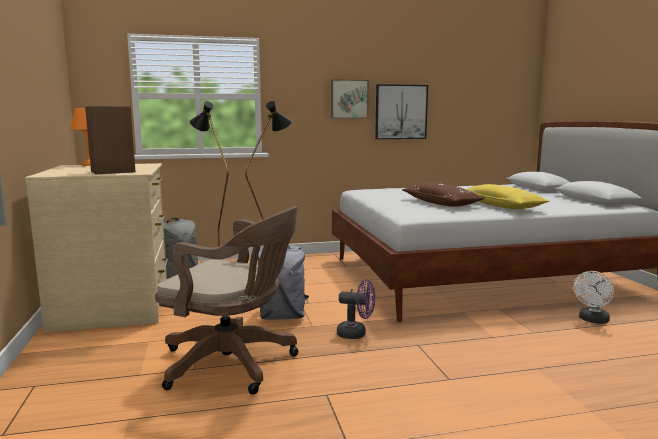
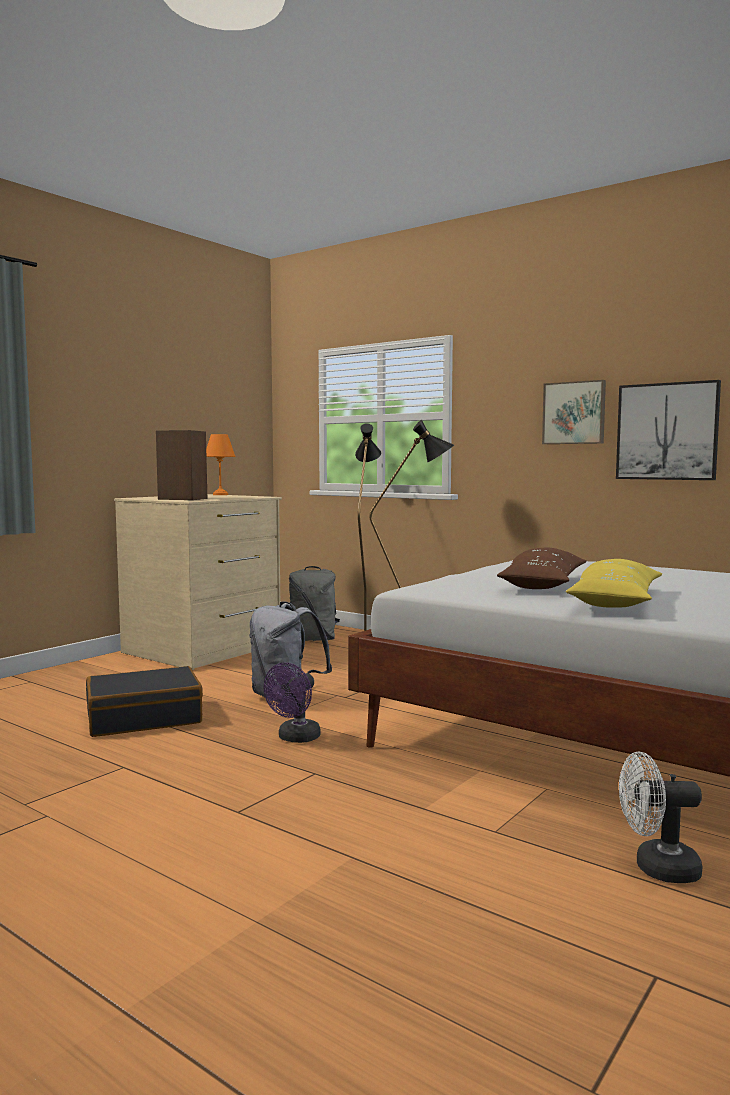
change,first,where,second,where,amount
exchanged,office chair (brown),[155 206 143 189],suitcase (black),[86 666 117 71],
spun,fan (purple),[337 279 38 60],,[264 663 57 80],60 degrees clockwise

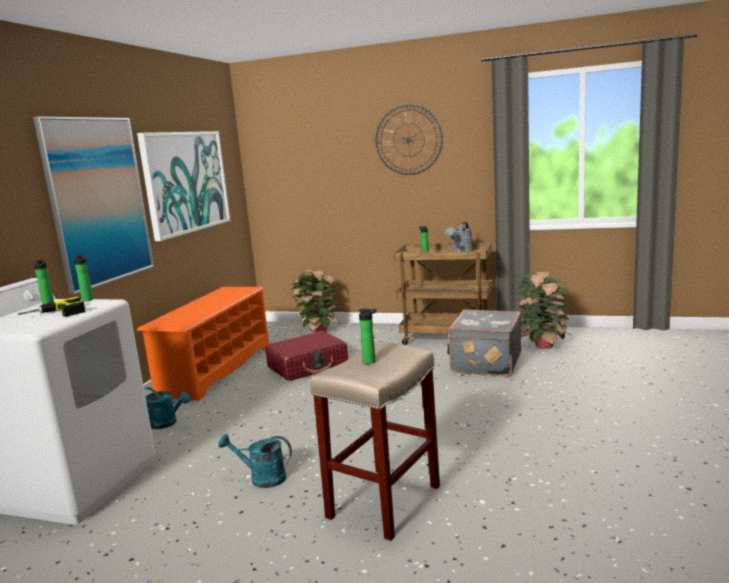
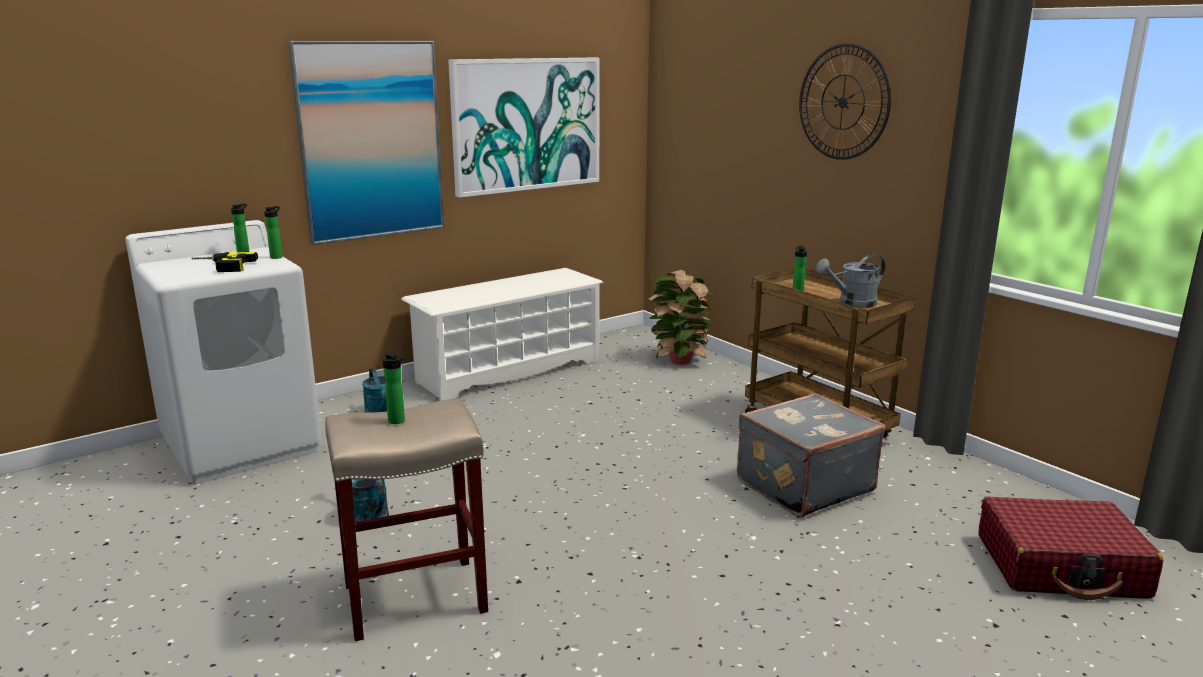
change,first,where,second,where,amount
missing,potted plant,[517 272 53 77],,,
relocated,suitcase (red),[265 331 83 50],,[978 496 186 104],
colour,shoe rack (orange),[137 287 132 114],shoe rack (white),[401 268 202 133],

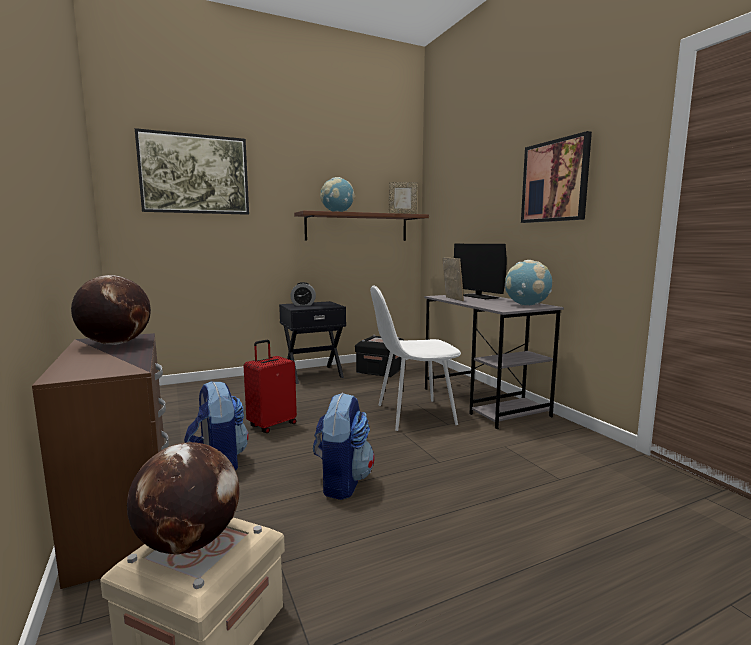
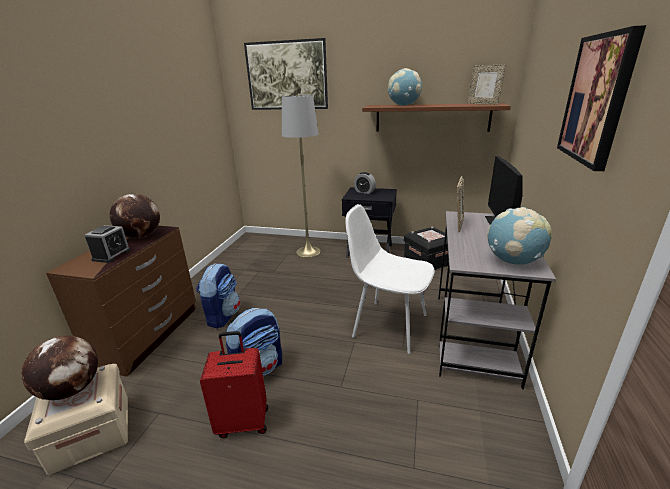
change,first,where,second,where,amount
appeared,,,alarm clock,[85 225 46 38],
appeared,,,floor lamp (grey),[282 95 39 163],
relocated,suitcase (red),[244 340 53 93],,[200 331 68 107],

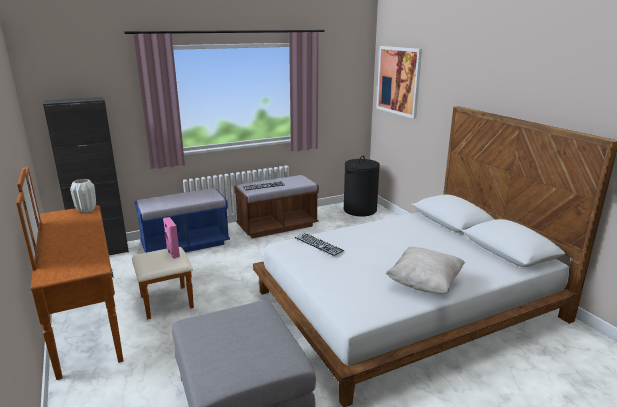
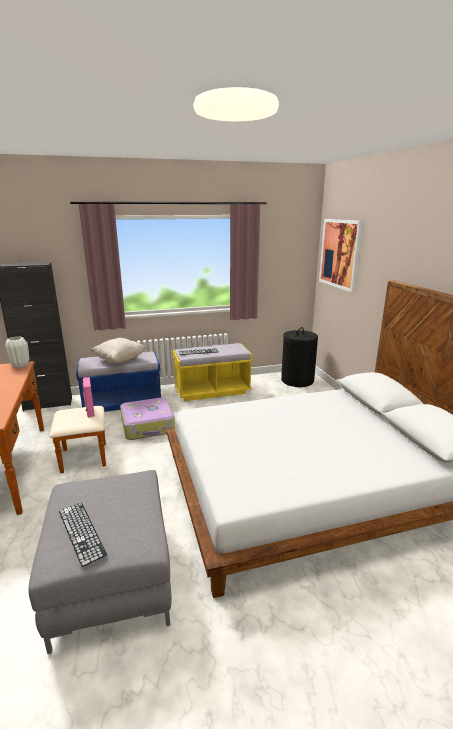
change,first,where,second,where,amount
appeared,,,suitcase,[120 397 55 43],
relocated,keyboard,[295 233 49 23],,[59 503 48 64],
relocated,pillow (beige),[386 247 79 47],,[91 338 56 25],
colour,bench (brown),[234 175 85 64],bench (yellow),[173 343 79 58],

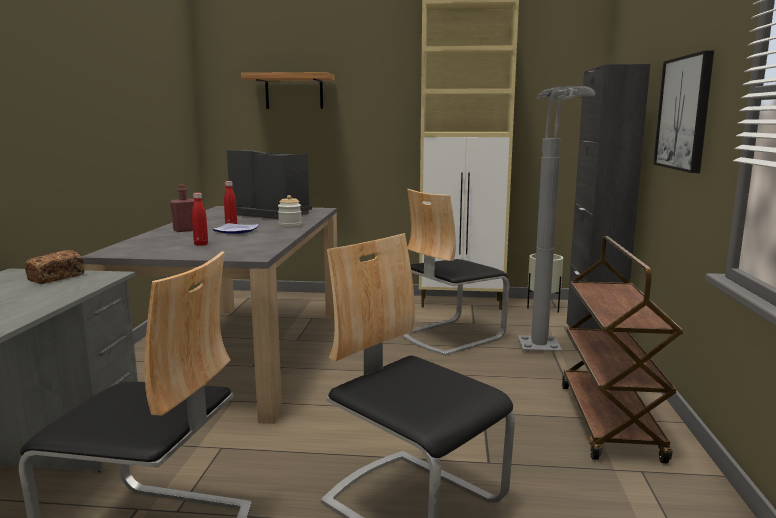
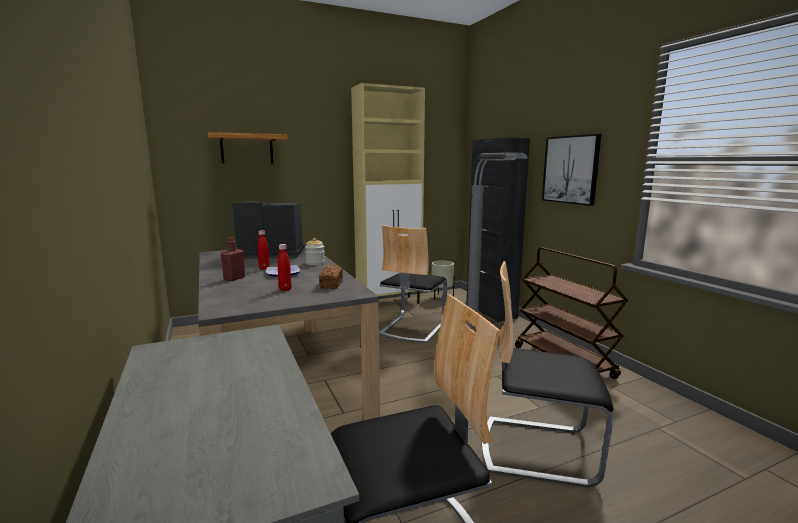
change,first,where,second,where,amount
relocated,bread,[25 250 60 34],,[319 265 24 24],

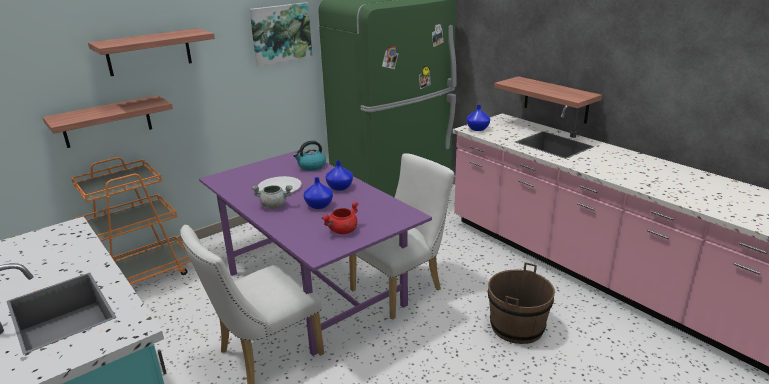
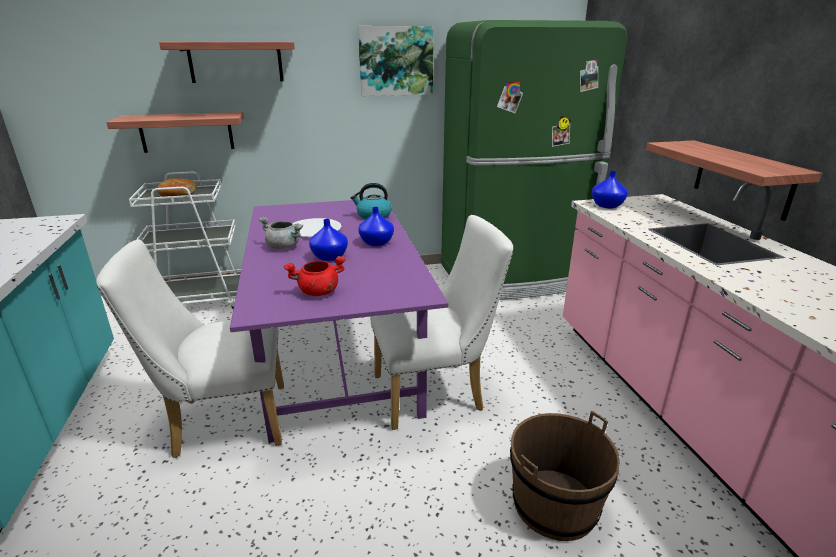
change,first,where,second,where,amount
appeared,,,bread,[157 178 40 19],
colour,cart (orange),[71 157 120 128],cart (white),[129 172 112 137],

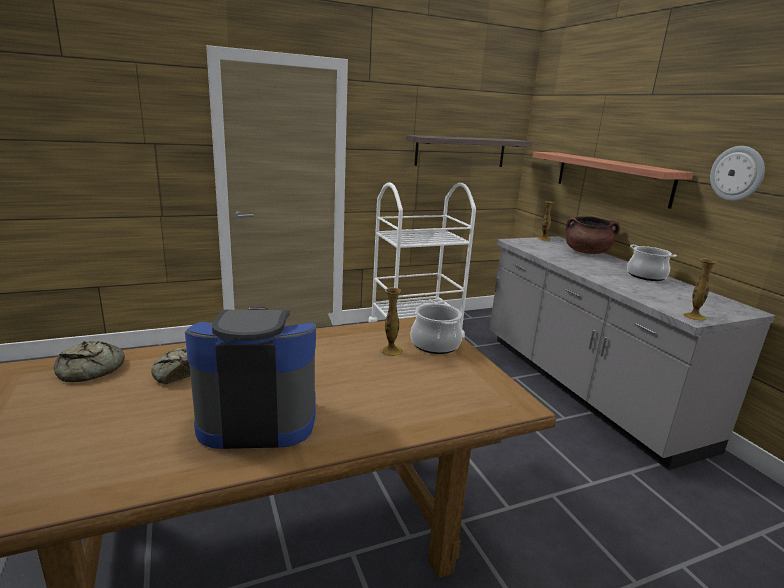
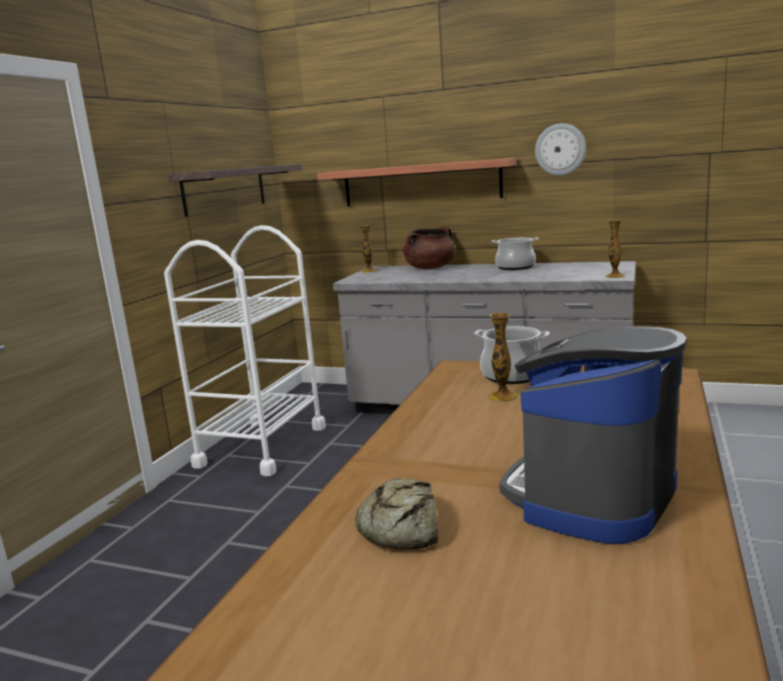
change,first,where,second,where,amount
missing,bread,[54 341 71 41],,,

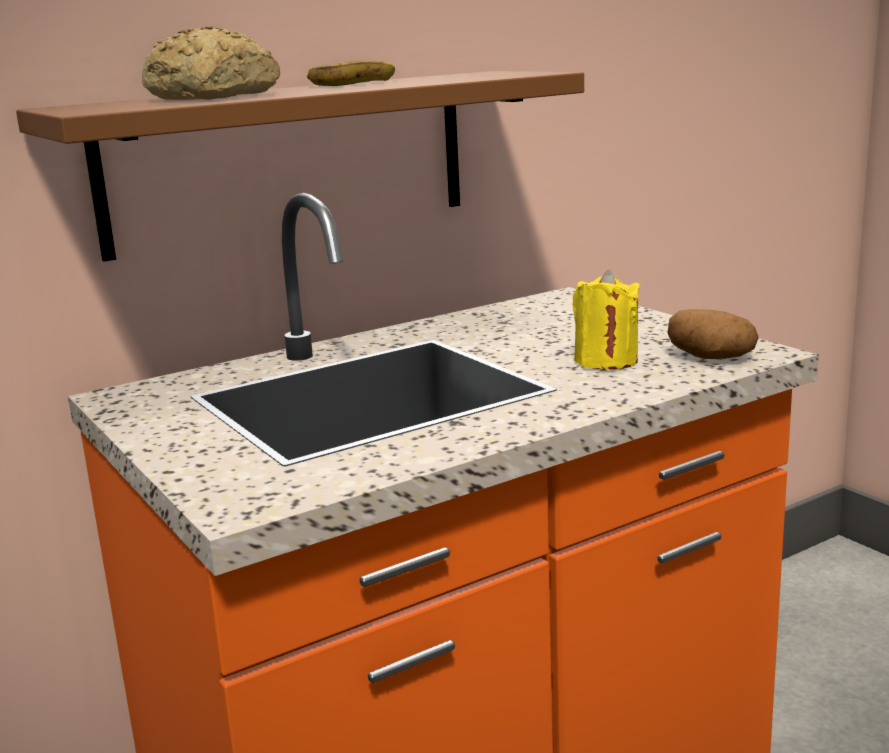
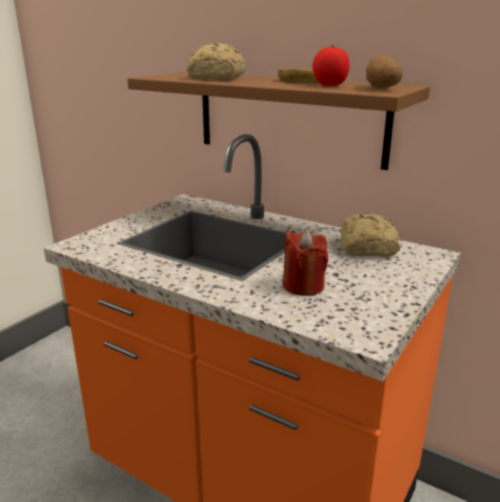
change,first,where,second,where,amount
appeared,,,tomato,[312 45 37 41],
appeared,,,bread,[341 213 59 44],
relocated,potato,[667 309 91 50],,[366 56 36 33],
colour,candle (yellow),[573 270 67 100],candle (red),[283 230 45 66],

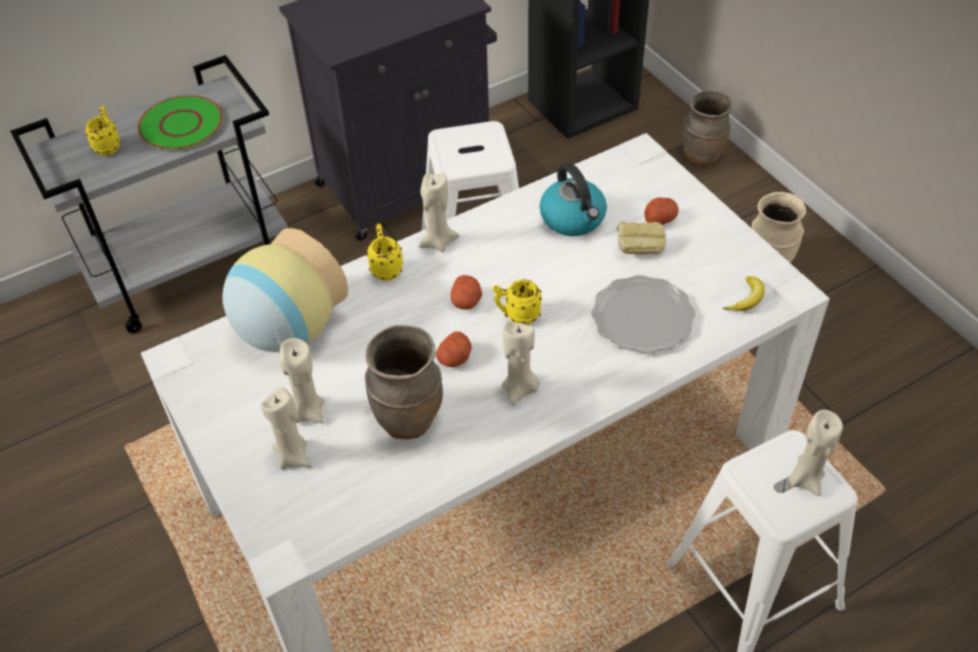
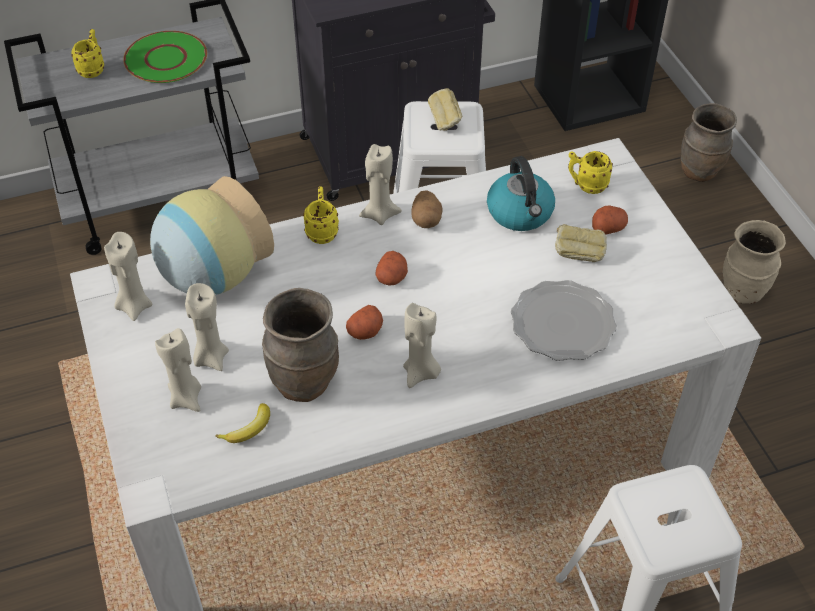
change,first,where,second,where,amount
appeared,,,potato,[411 190 32 38],
appeared,,,bread,[428 88 34 42],
relocated,mug (yellow),[492 279 50 46],,[568 151 45 43],
relocated,banana,[723 277 42 34],,[215 403 55 40],
relocated,candle (beige),[789 410 54 86],,[104 232 48 89],

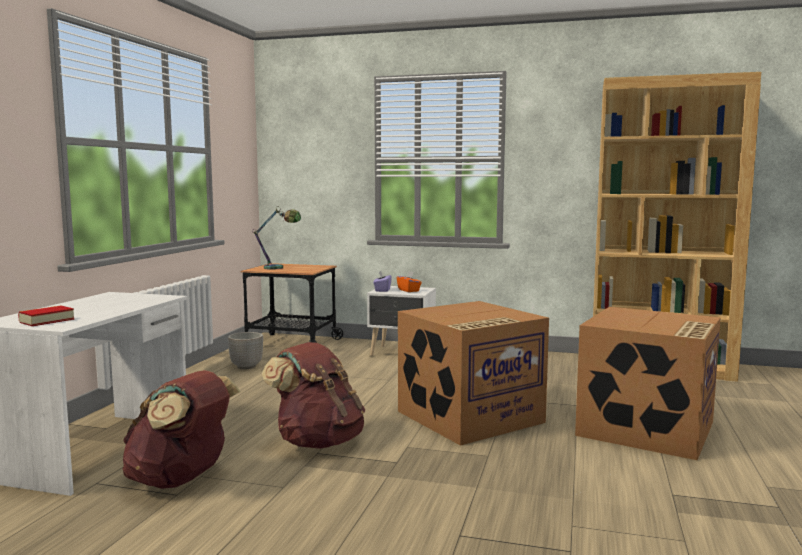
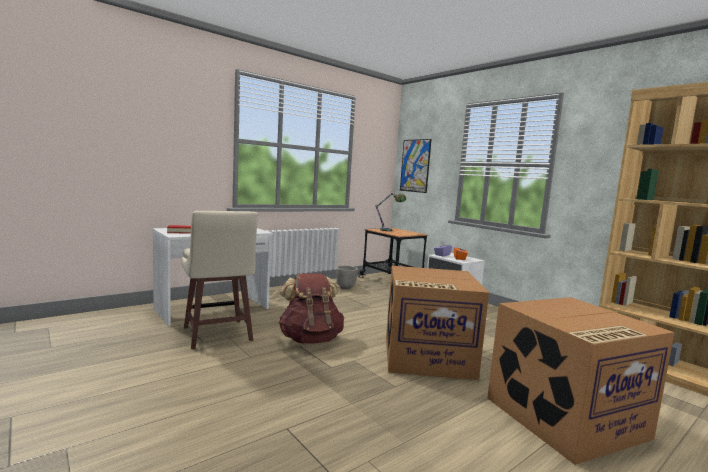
change,first,where,second,where,amount
appeared,,,picture,[400 139 31 54],
exchanged,backpack (brown),[122 370 118 119],stool (beige),[181 211 77 138],

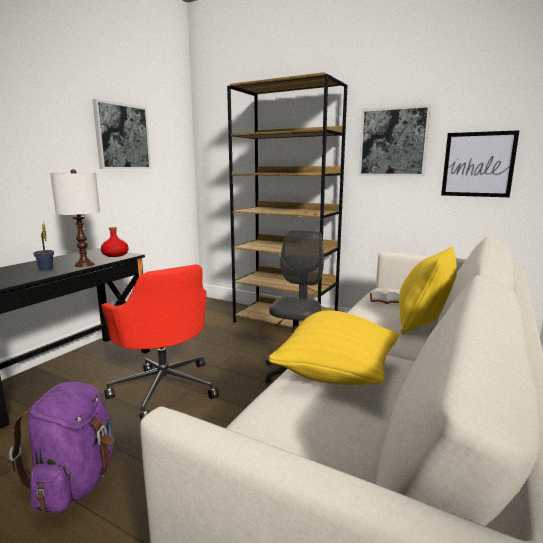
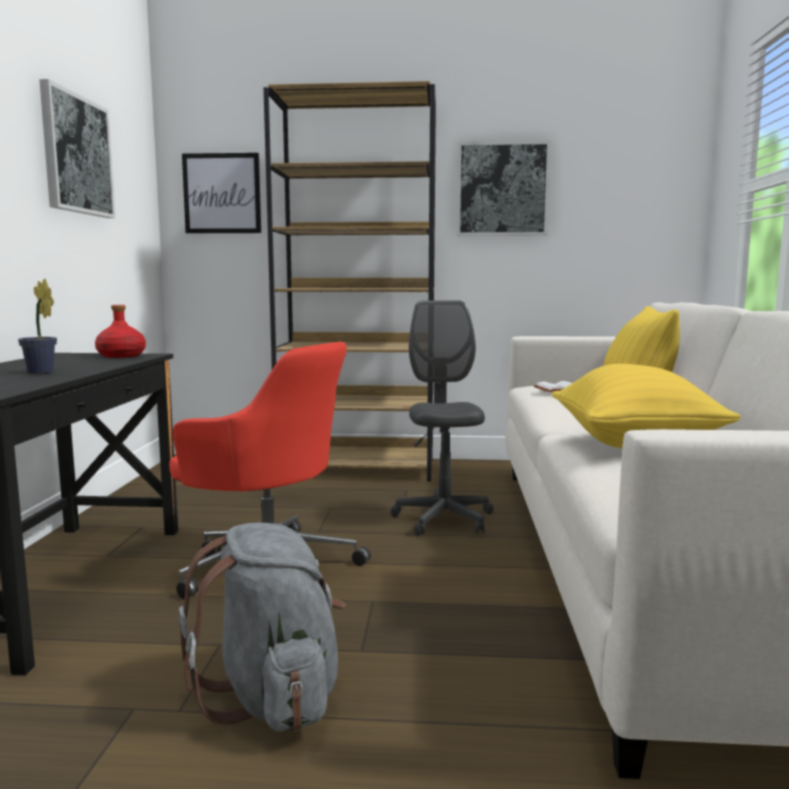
change,first,where,second,where,amount
missing,table lamp (white),[50 169 50 98],,,
relocated,picture,[441 130 78 67],,[182 153 79 80],
colour,backpack (purple),[9 382 106 132],backpack (grey),[179 523 166 208],

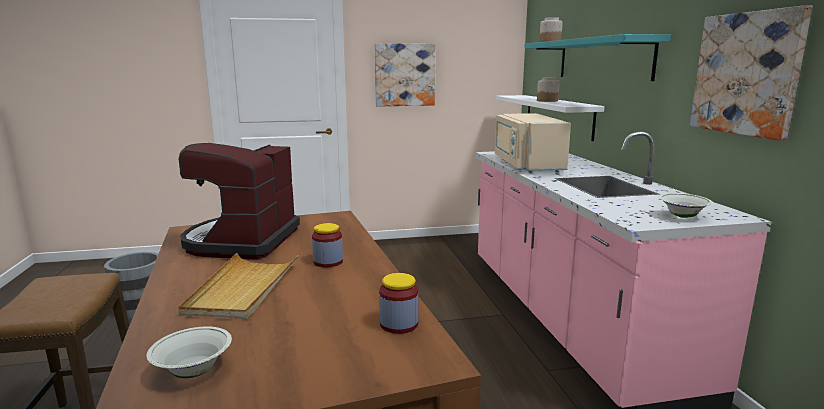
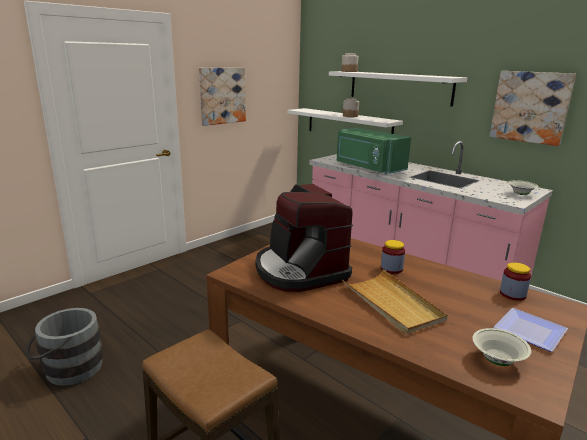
change,first,where,second,where,amount
appeared,,,plate,[493 308 75 44],
colour,microwave (beige),[495 113 76 60],microwave (green),[337 128 74 47],
colour,shelf (turquoise),[524 34 147 47],shelf (white),[329 71 138 36],

